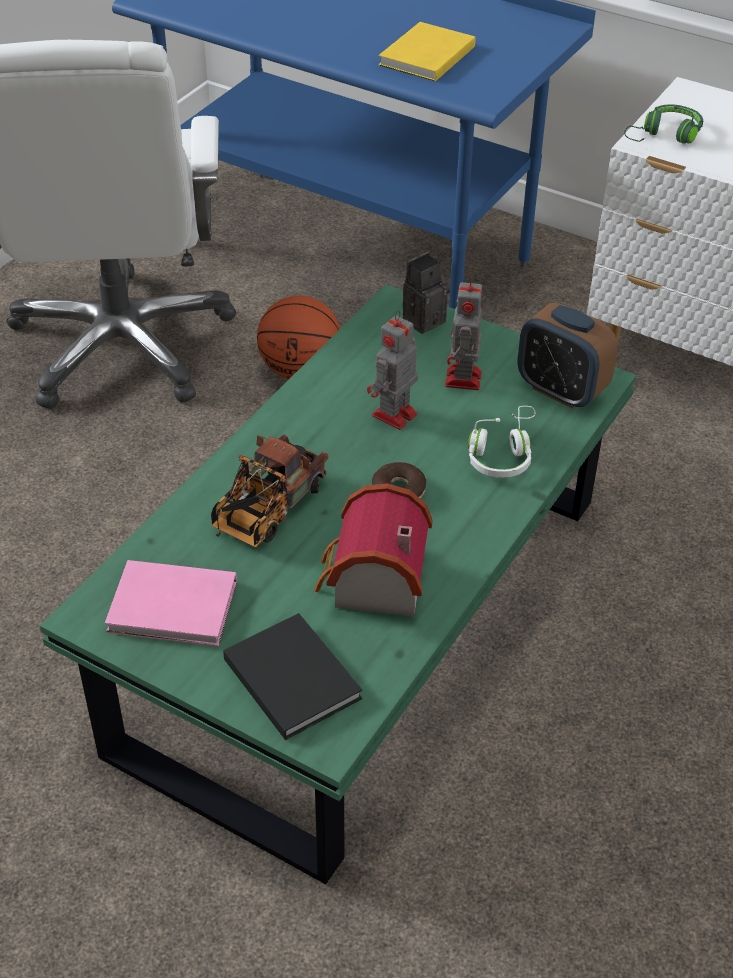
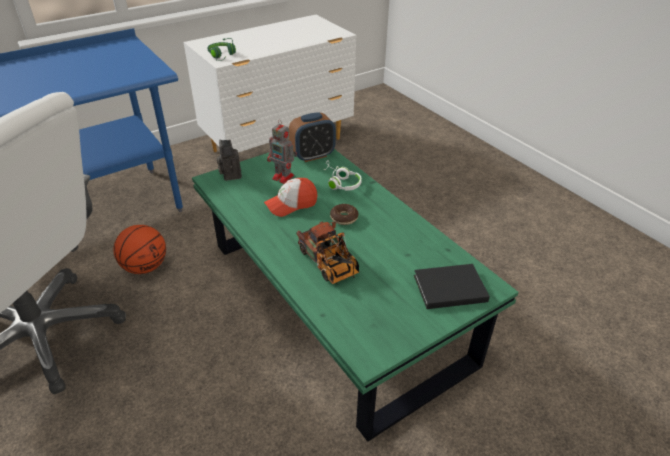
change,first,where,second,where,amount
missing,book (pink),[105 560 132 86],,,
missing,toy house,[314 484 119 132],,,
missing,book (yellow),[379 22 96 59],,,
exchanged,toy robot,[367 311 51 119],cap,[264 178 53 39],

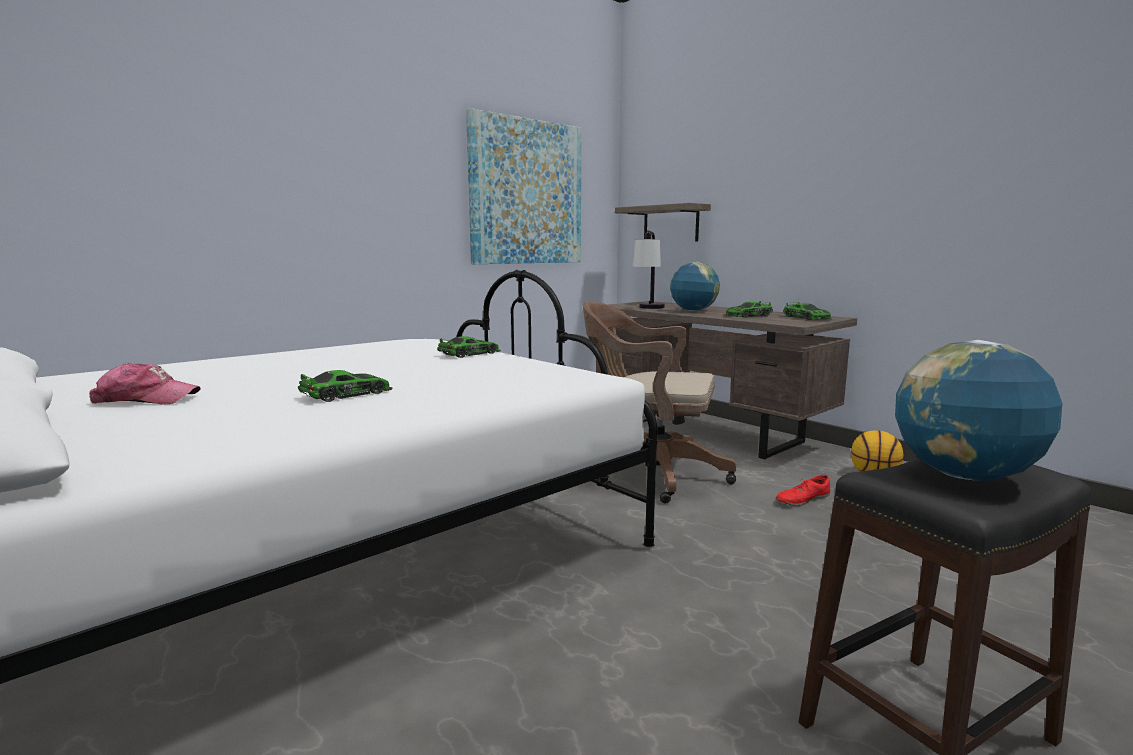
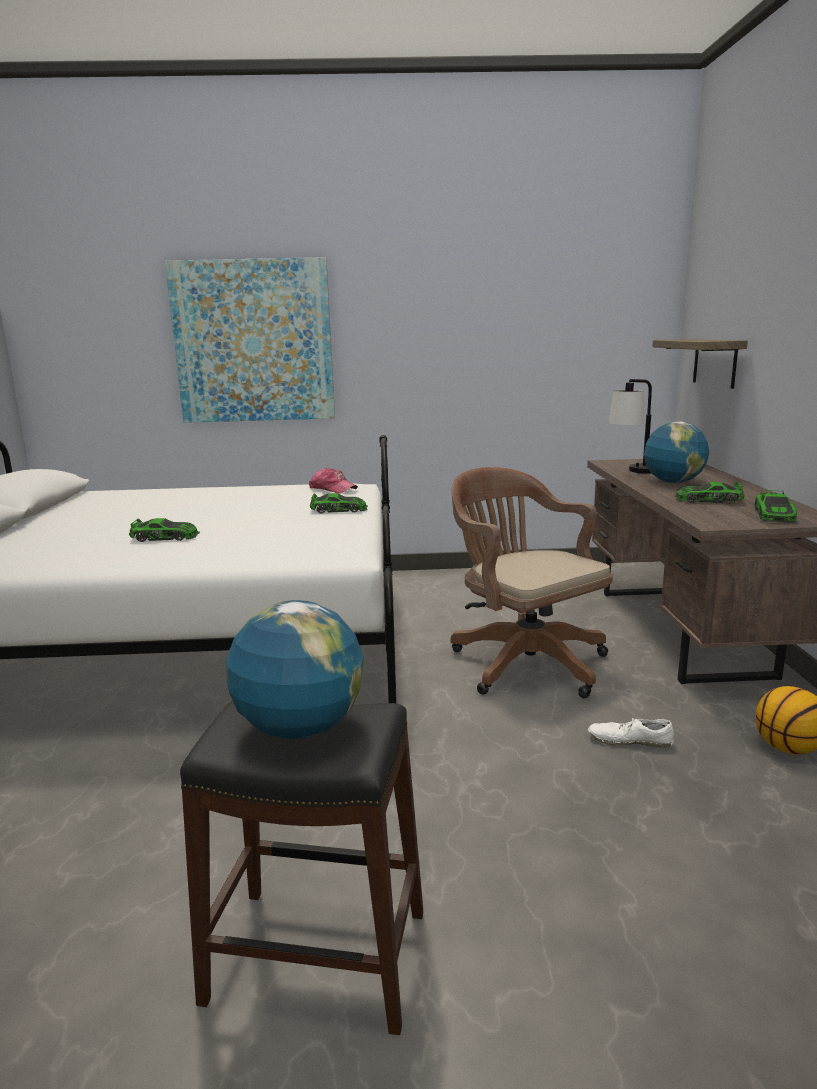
change,first,where,second,where,amount
relocated,cap,[89 362 112 43],,[309 468 49 26],
relocated,picture,[466 108 115 156],,[165 257 170 166],
colour,shoe (red),[776 475 54 31],shoe (white),[588 717 86 30],

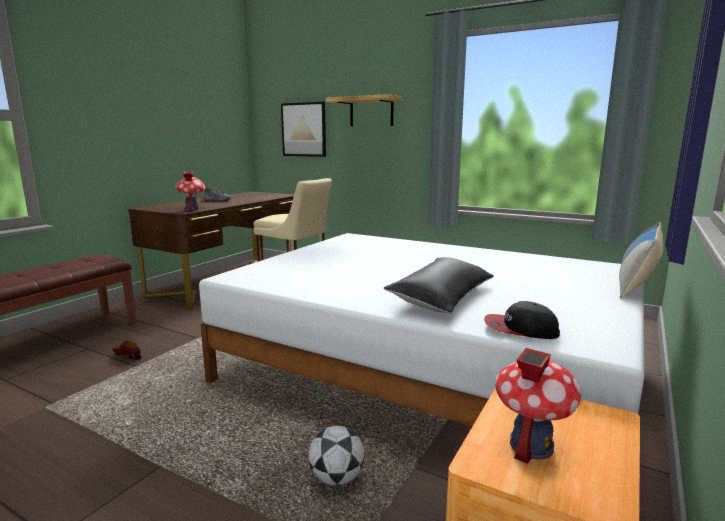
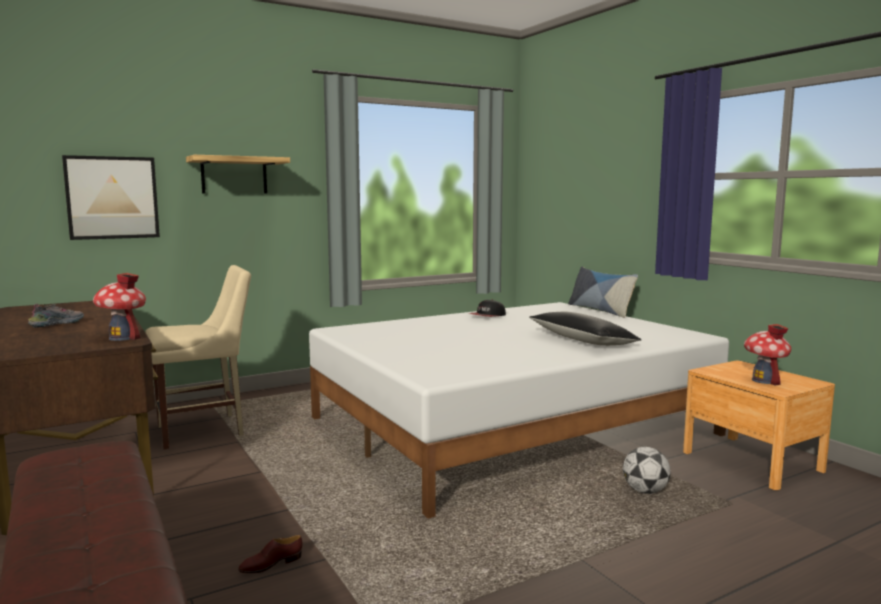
change,first,where,second,where,amount
relocated,cap,[484 301 76 38],,[469 299 37 18],

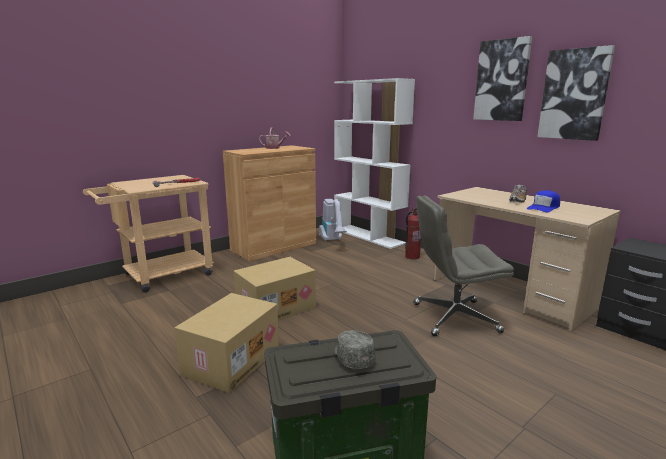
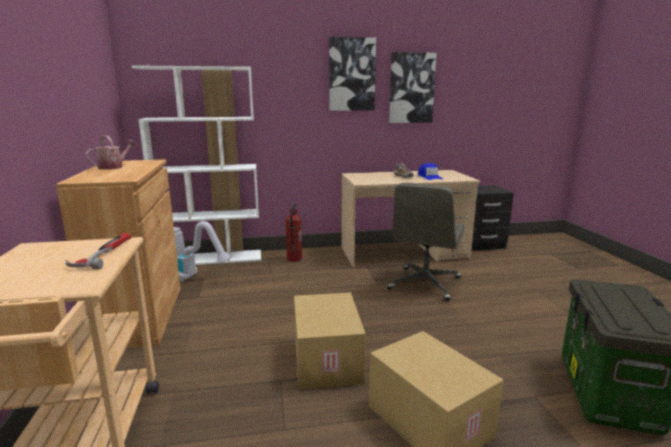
change,first,where,second,where,amount
missing,cap (grey),[335 330 41 39],,,

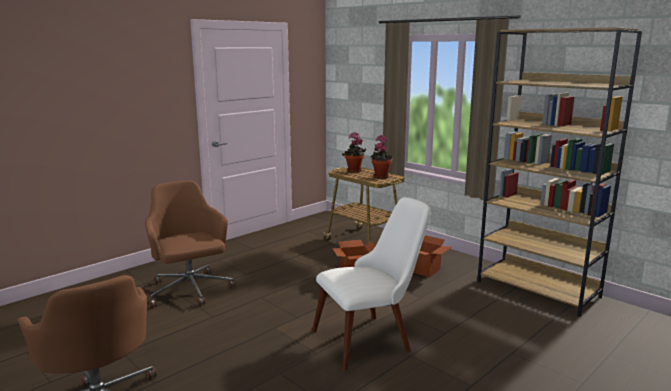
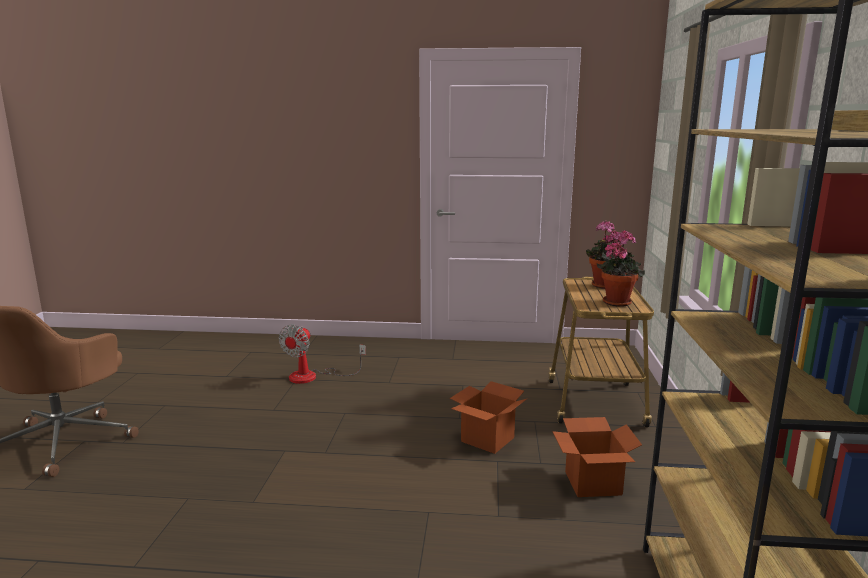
change,first,where,second,where,amount
missing,chair (white),[312 197 118 174],,,
exchanged,office chair (brown),[145 181 91 127],fan,[279 324 87 60],

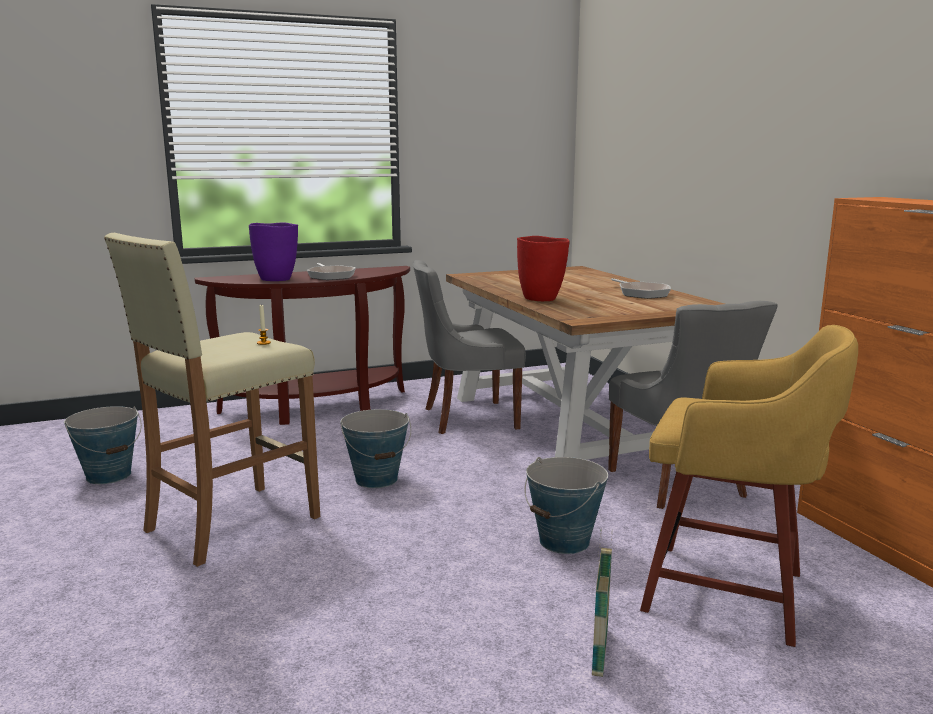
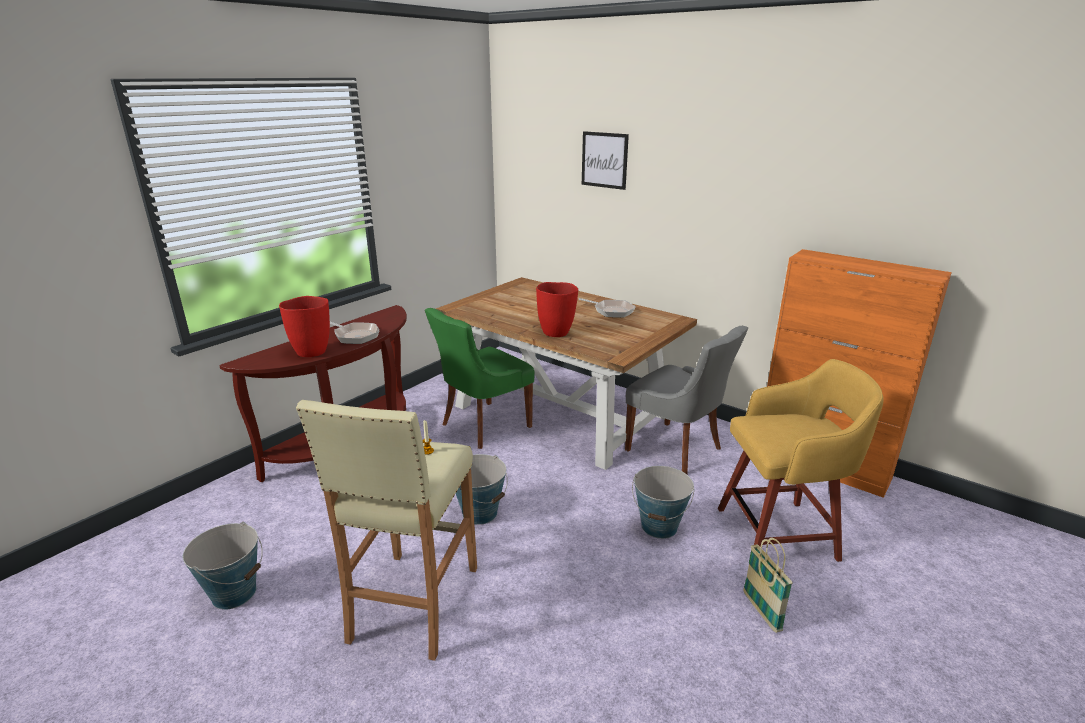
change,first,where,second,where,amount
appeared,,,picture,[582 131 47 59],
colour,vase (purple),[249 223 49 58],vase (red),[279 296 51 61],
colour,chair (grey),[413 260 113 174],chair (green),[425 308 110 141],

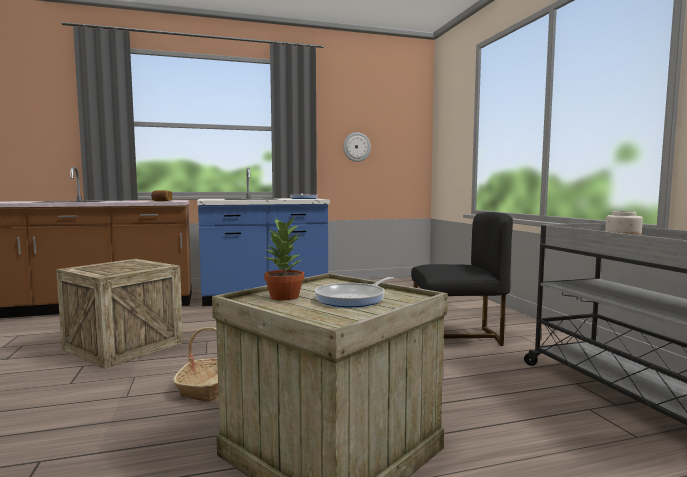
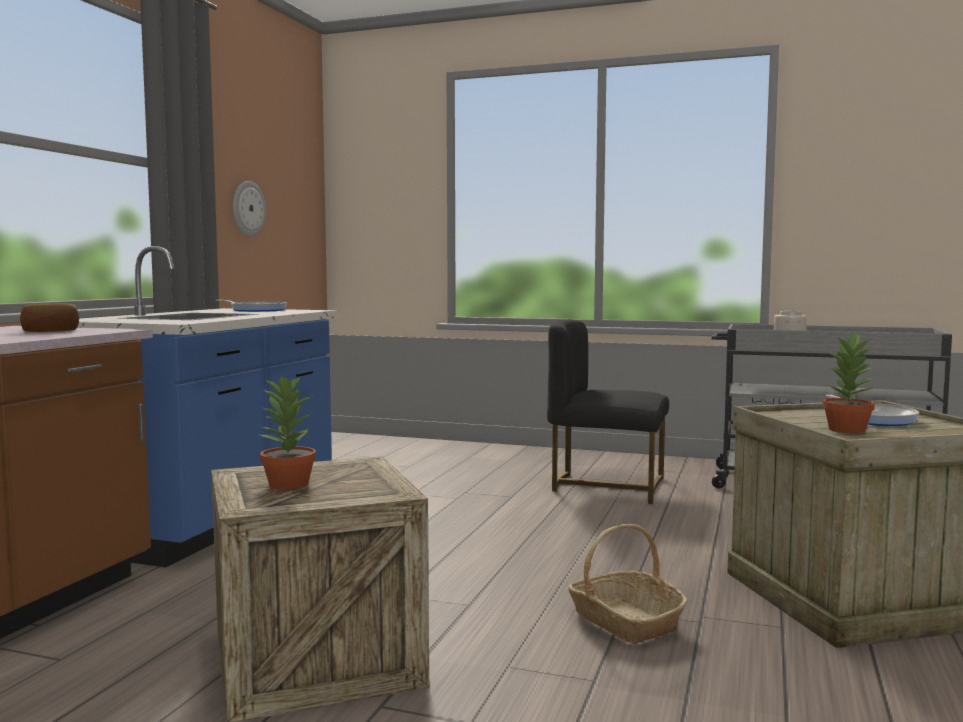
change,first,where,second,where,amount
appeared,,,potted plant,[258 375 58 115],
spun,chair (black),[411 212 102 134],,[547 319 122 185],105 degrees counterclockwise

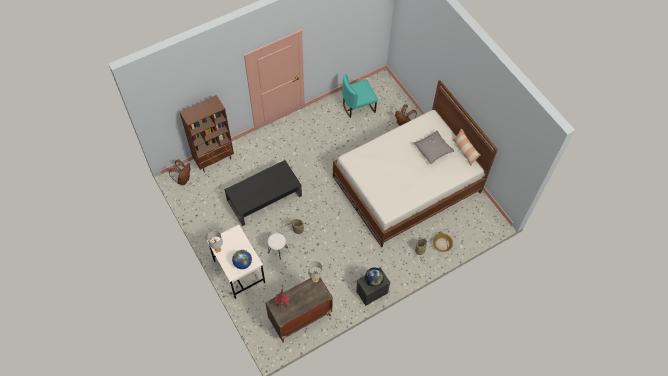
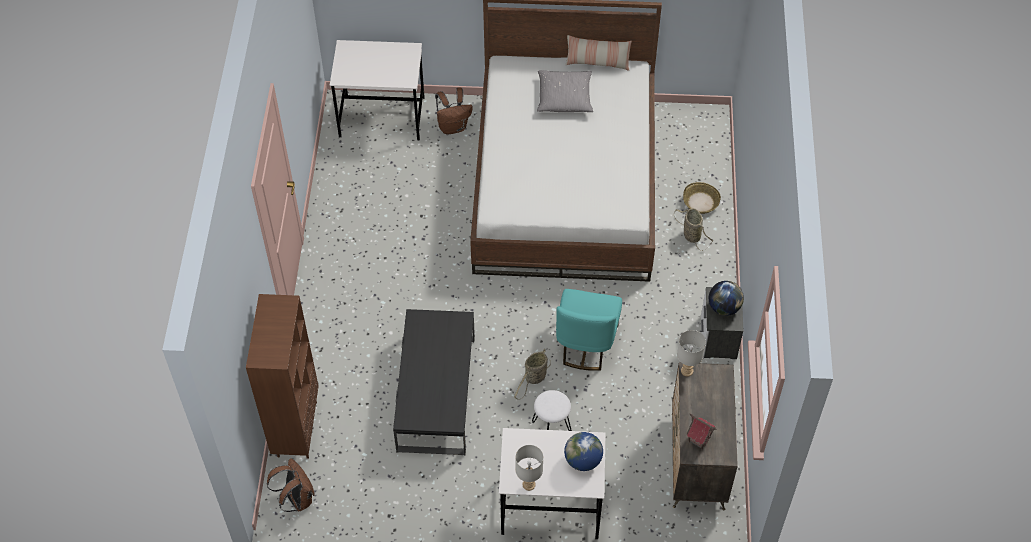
change,first,where,second,where,amount
appeared,,,desk (white),[330 40 95 100],
relocated,chair (turquoise),[342 74 36 44],,[556 289 66 82],

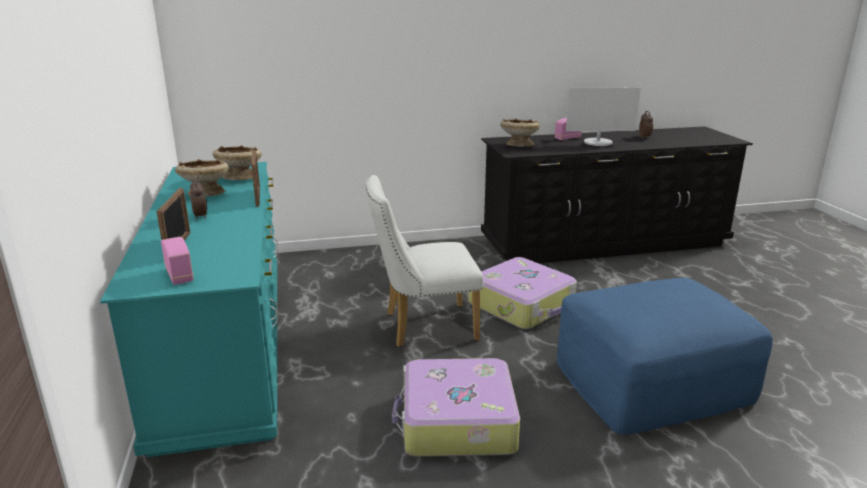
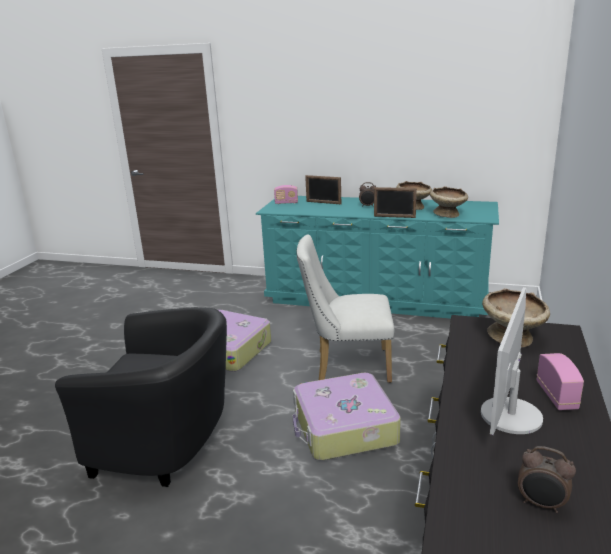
change,first,where,second,where,amount
exchanged,ottoman (blue),[557 278 216 157],armchair (black),[55 307 172 180],
spun,chair (white),[366 175 118 172],,[296 234 98 149],105 degrees counterclockwise

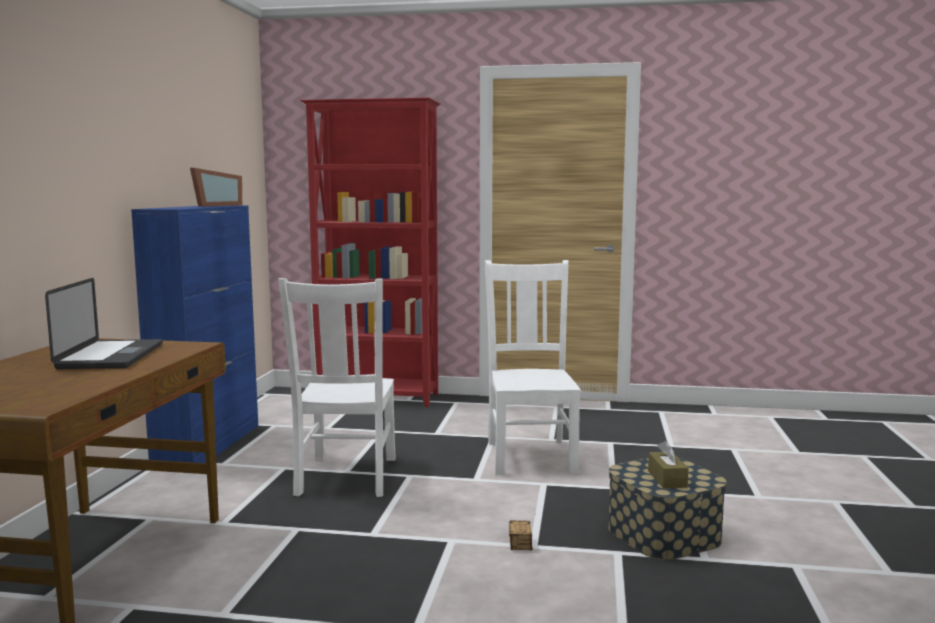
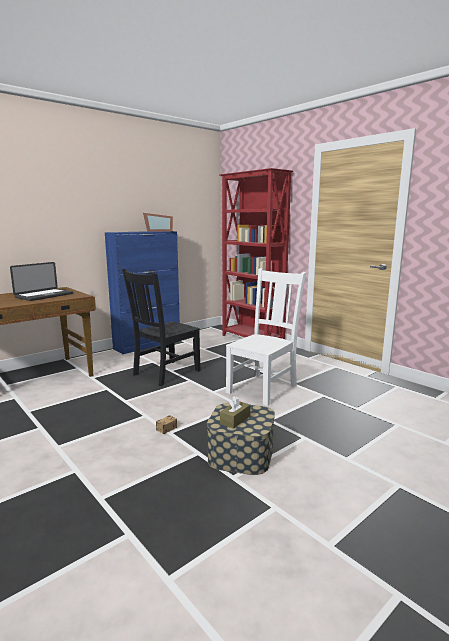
change,first,where,second,where,amount
colour,chair (white),[278 278 118 219],chair (black),[122 269 79 117],

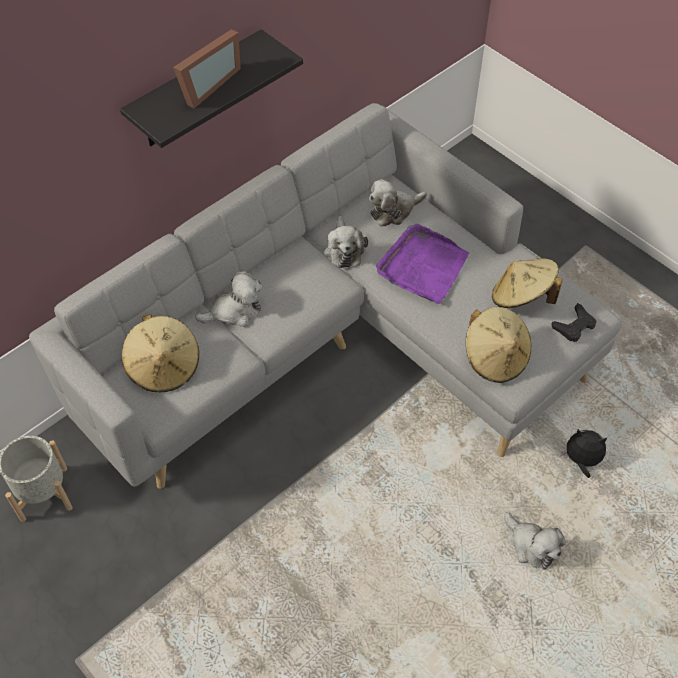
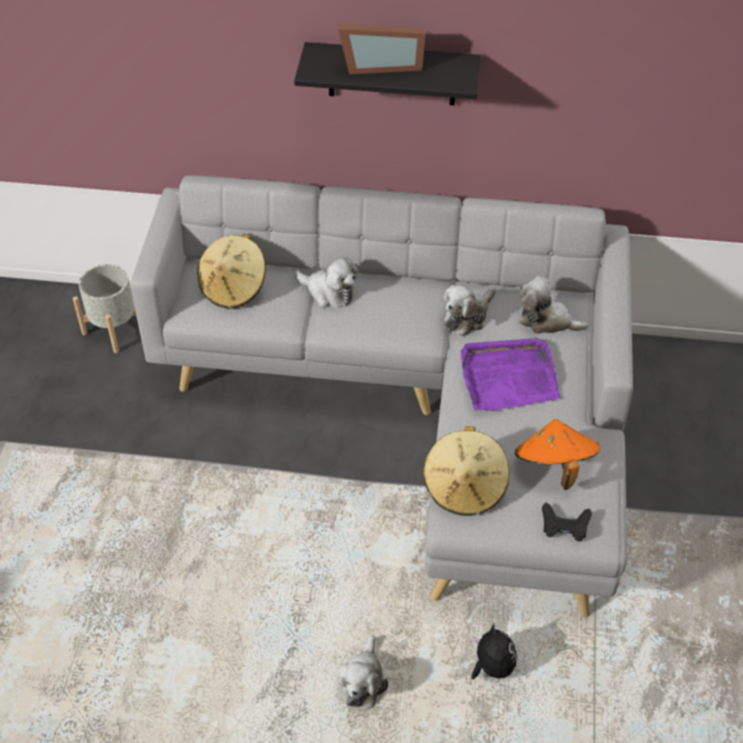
change,first,where,second,where,amount
colour,hat (beige),[492 258 71 50],hat (orange),[515 419 85 71],

